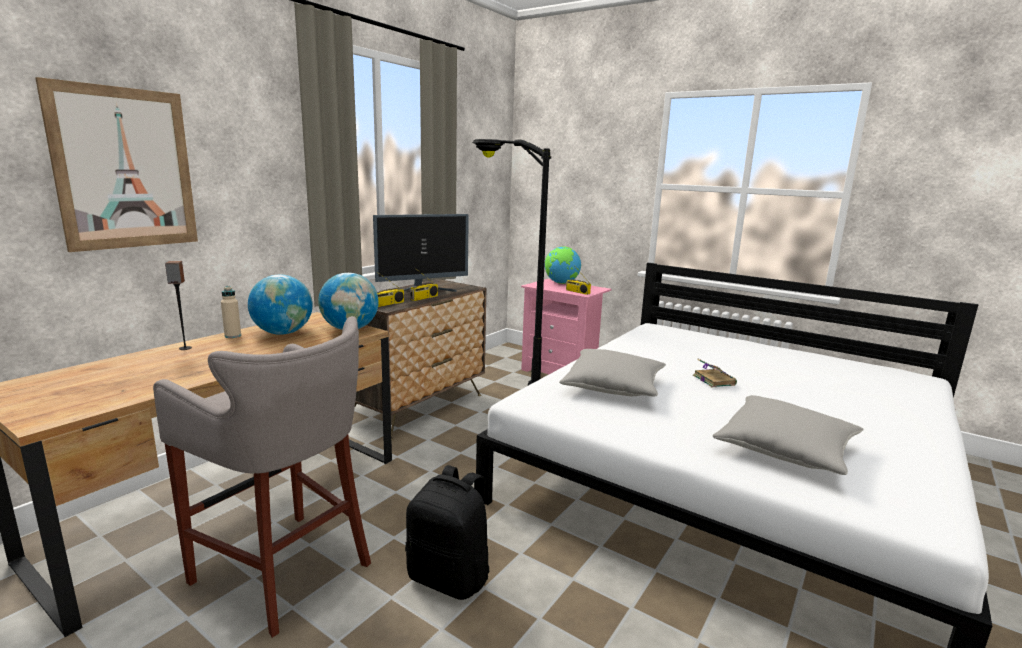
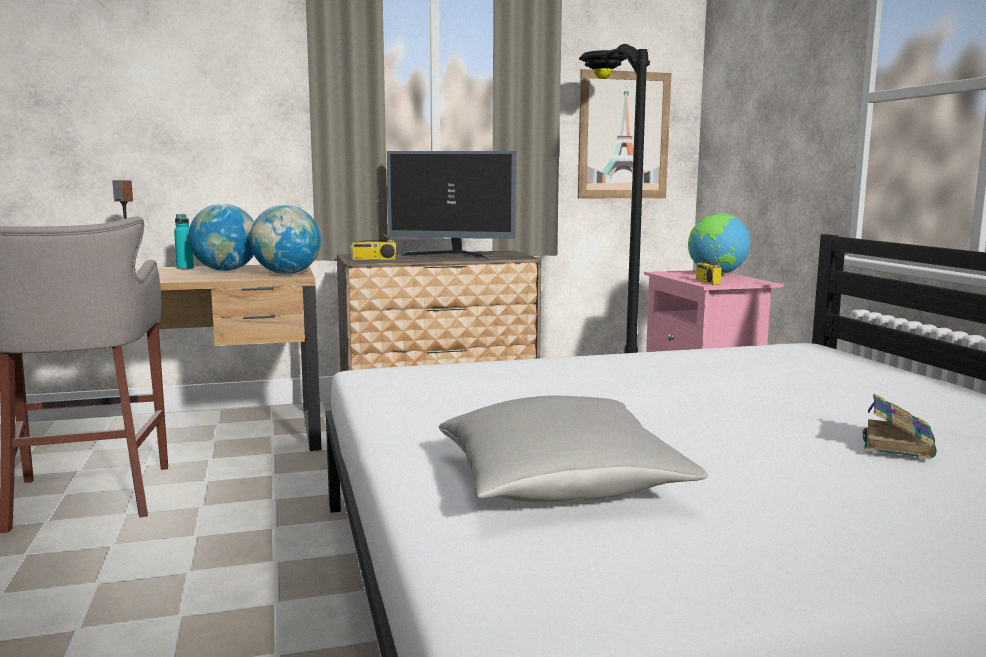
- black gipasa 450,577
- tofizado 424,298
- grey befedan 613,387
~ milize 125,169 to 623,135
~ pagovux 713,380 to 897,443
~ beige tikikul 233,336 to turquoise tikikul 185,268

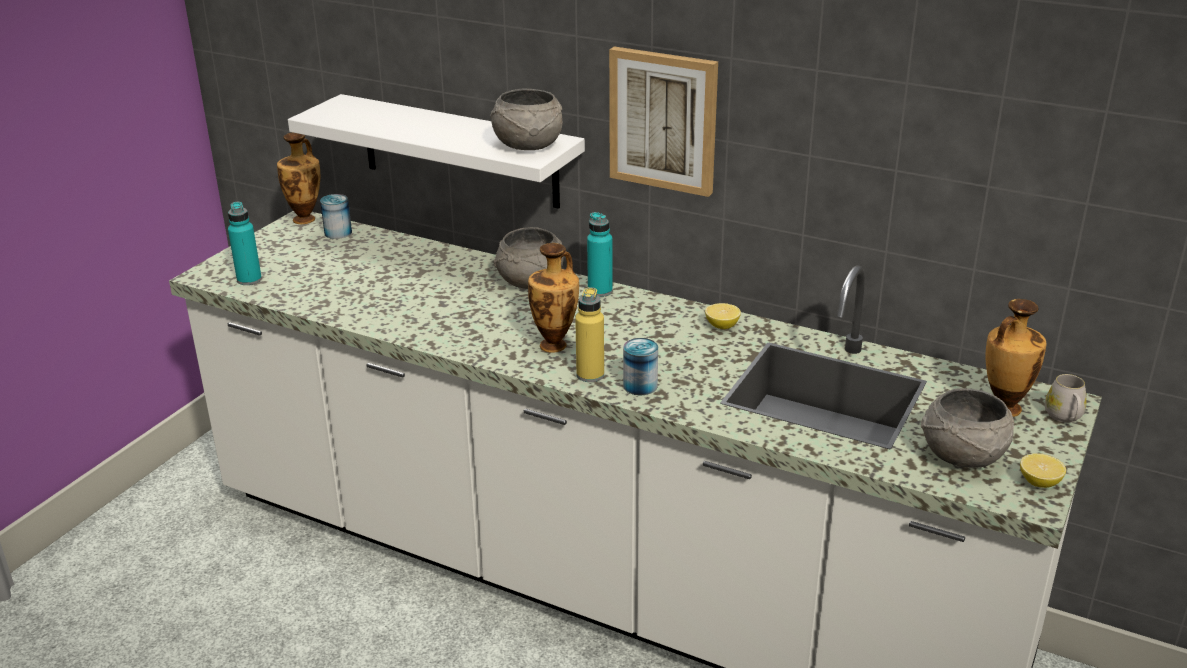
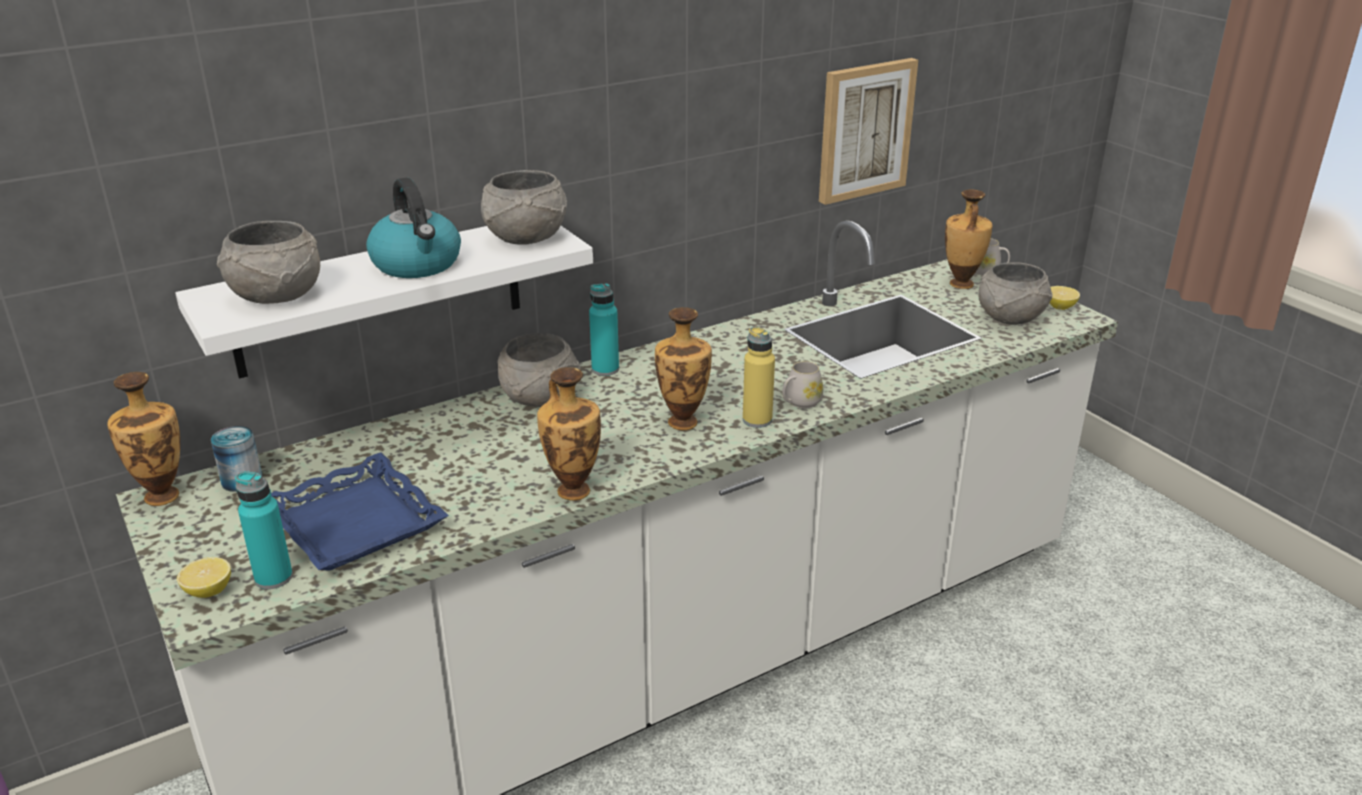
+ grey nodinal 275,296
+ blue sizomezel 356,522
+ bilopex 417,264
+ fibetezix 573,489
~ milize 663,120 to 864,130
~ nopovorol 722,326 to 208,591
~ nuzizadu 640,386 to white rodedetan 799,403

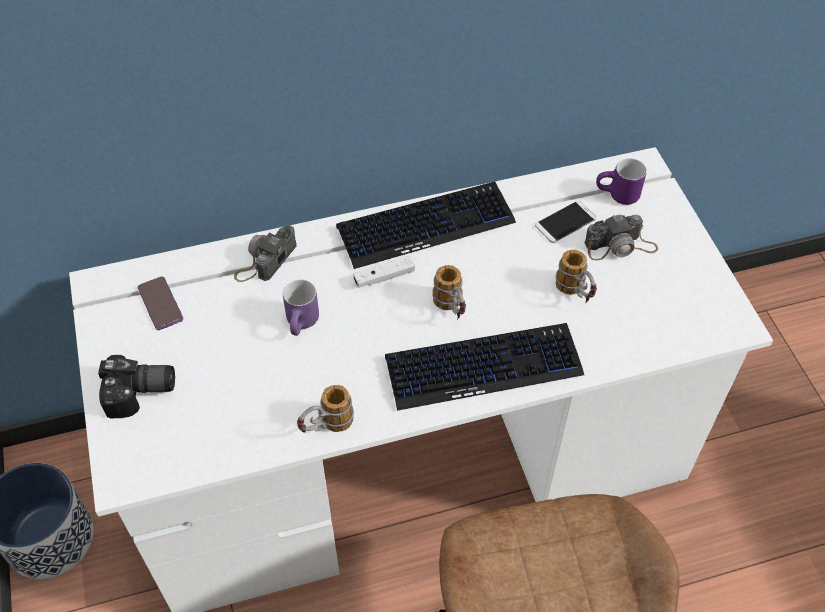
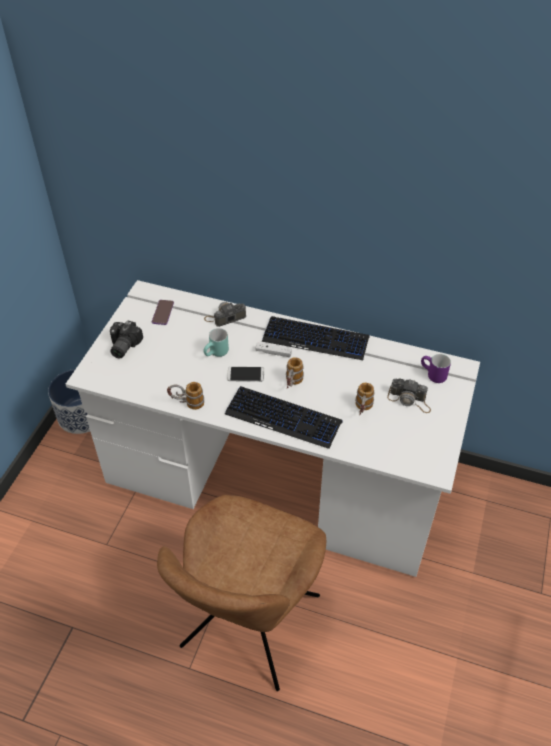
~ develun 565,222 to 245,374
~ purple rodedetan 303,324 to turquoise rodedetan 217,354
~ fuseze 140,394 = 122,346 75 degrees clockwise

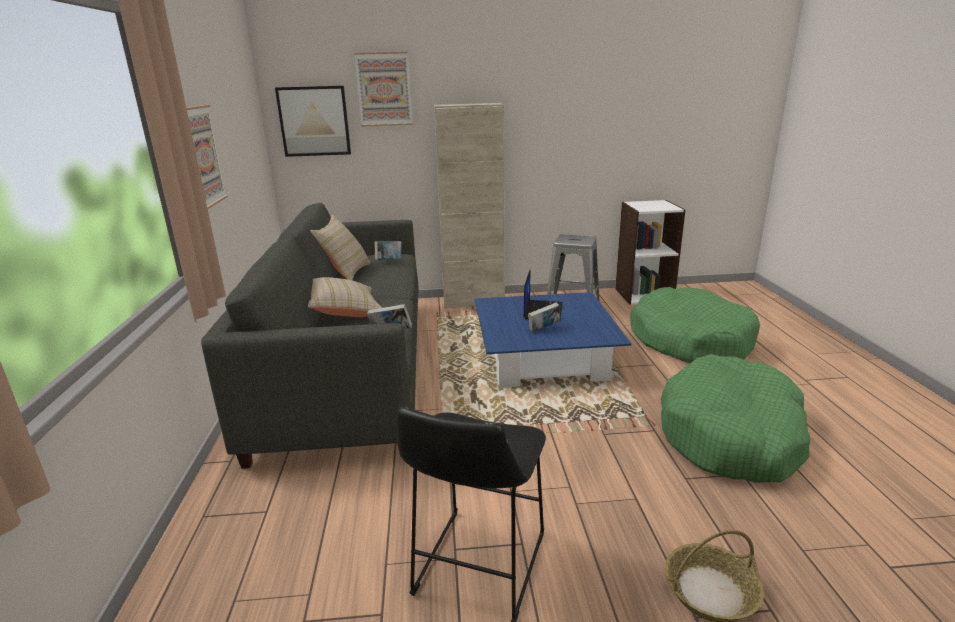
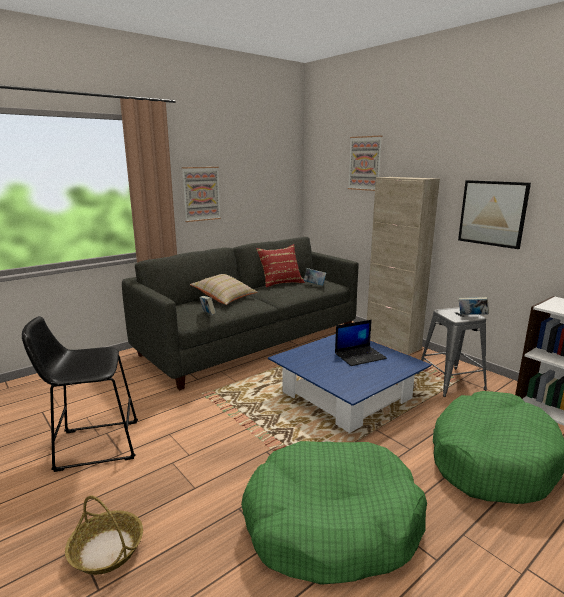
~ milize 314,121 to 492,213
~ pagovux 543,329 to 472,316
~ beige befedan 345,272 to red befedan 280,282

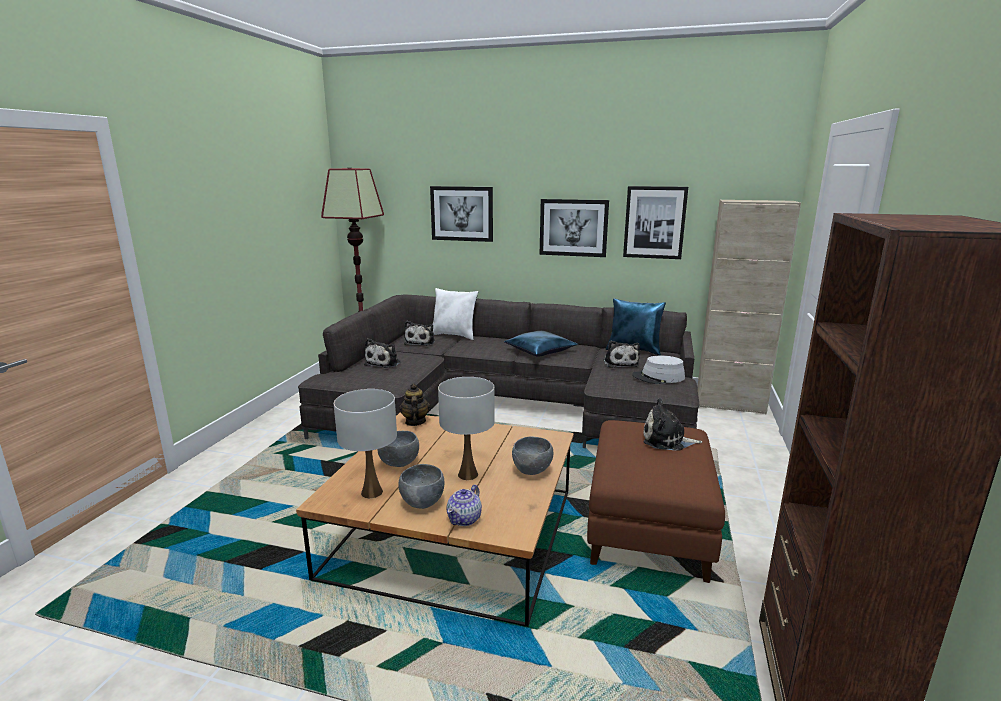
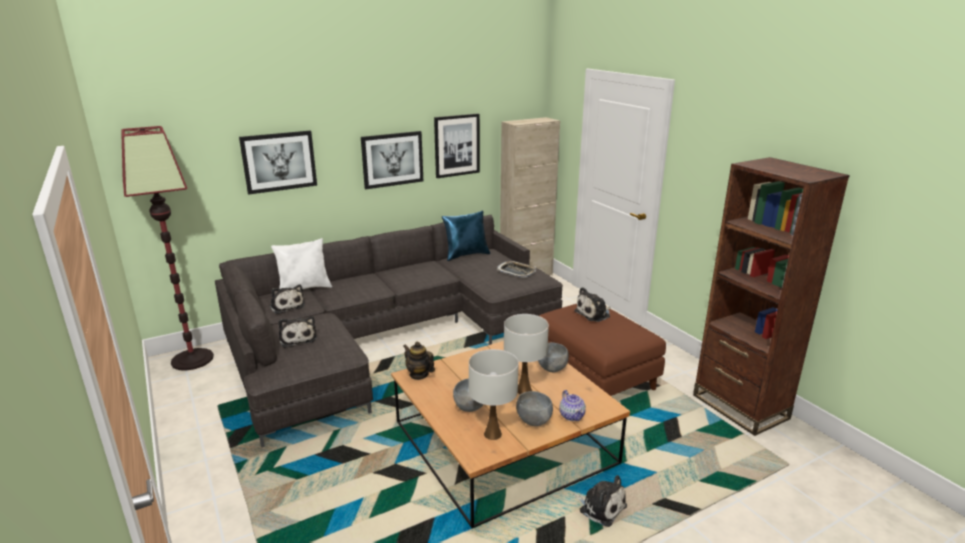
- blue befedan 539,350
~ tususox 620,363 to 600,507
~ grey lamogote 658,377 to sizomezel 516,272

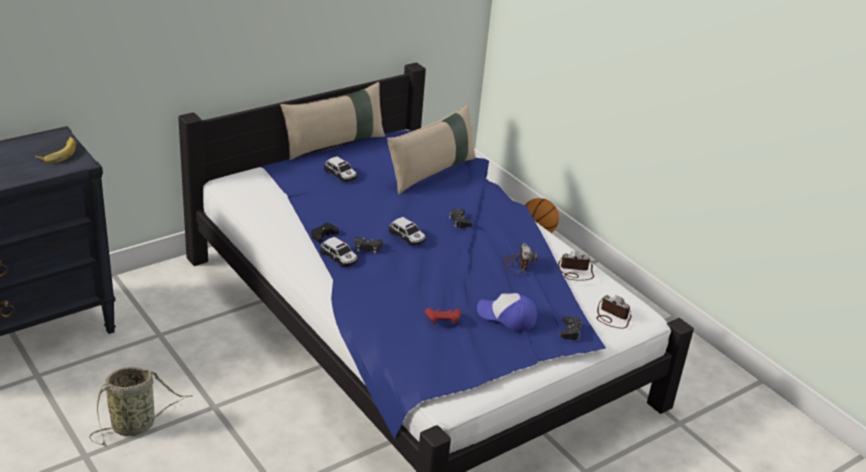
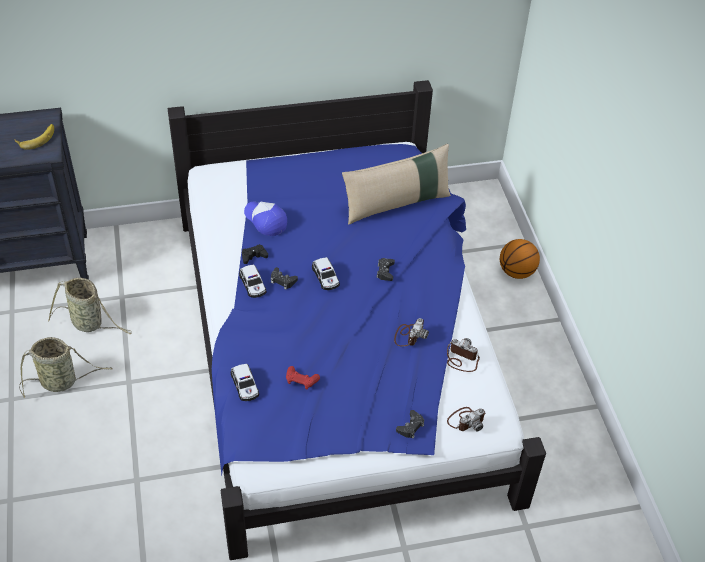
- beige befedan 334,144
+ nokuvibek 89,323
~ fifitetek 340,174 to 245,385
~ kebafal 507,316 to 265,220
~ fuseze 612,317 = 466,420 90 degrees clockwise

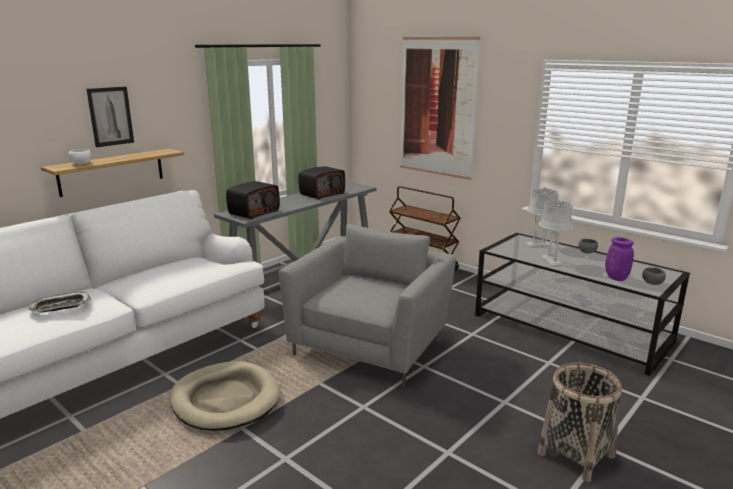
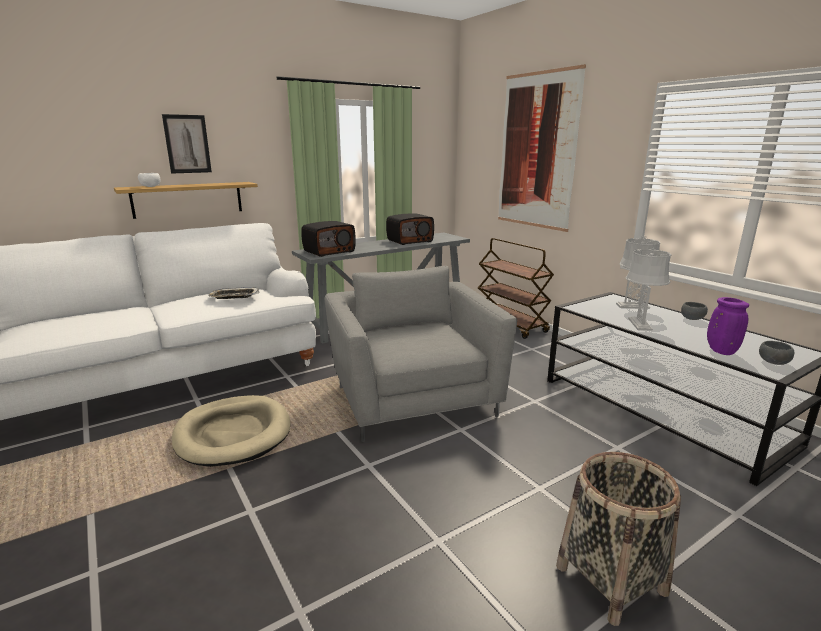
~ sizomezel 60,307 to 234,297
~ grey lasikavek 371,345 = 413,399 60 degrees counterclockwise

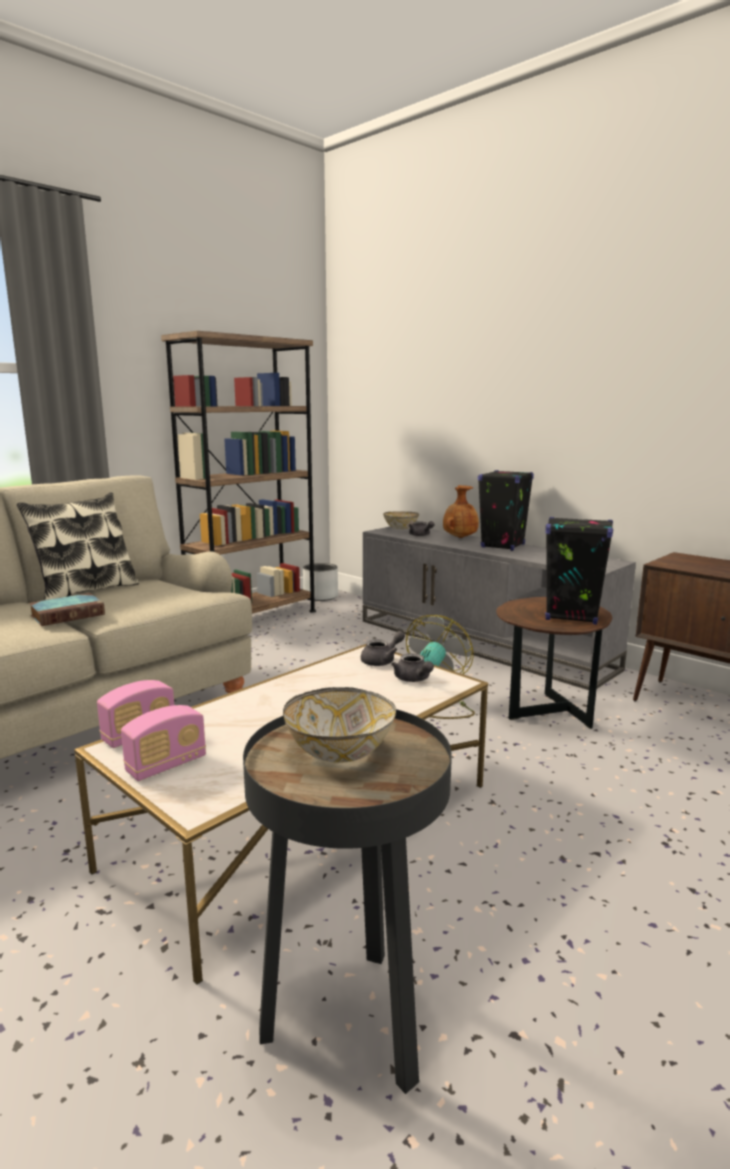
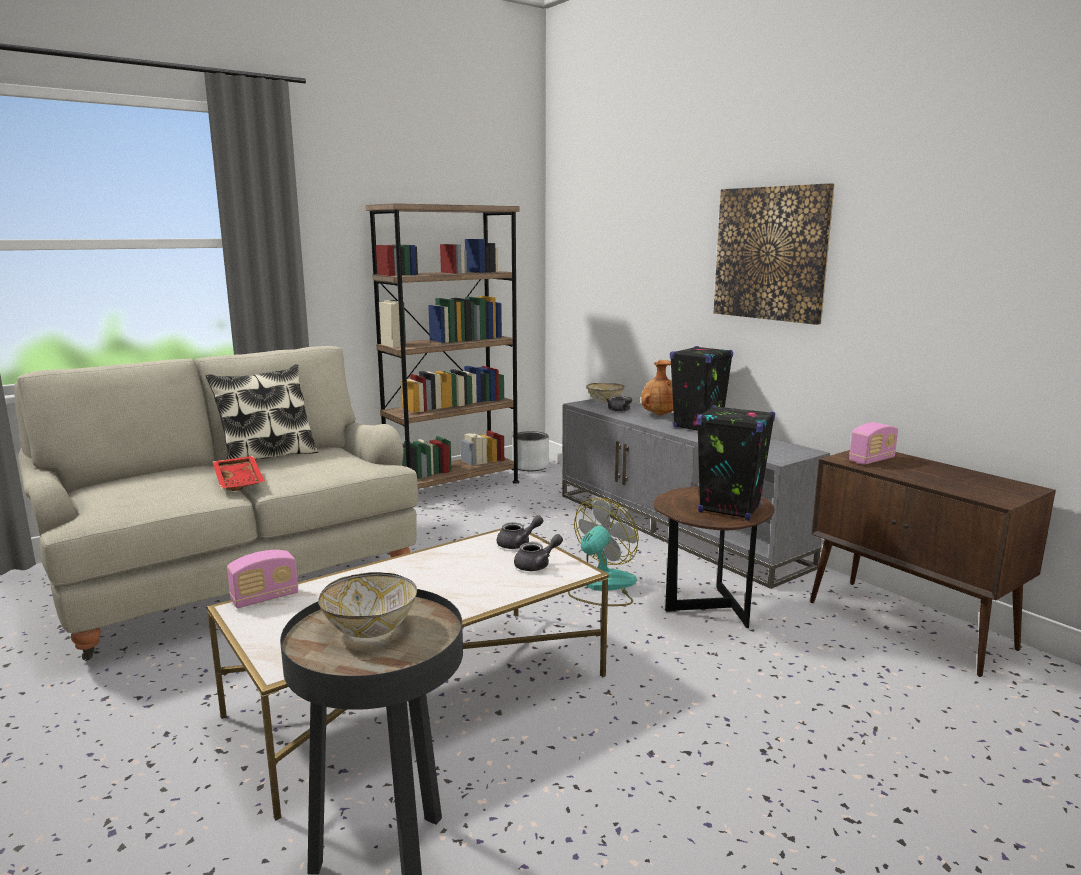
+ milize 771,253
~ tofizado 166,765 to 871,460
~ pagovux 69,614 to red sizomezel 240,481
~ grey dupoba 413,679 = 537,565 105 degrees counterclockwise

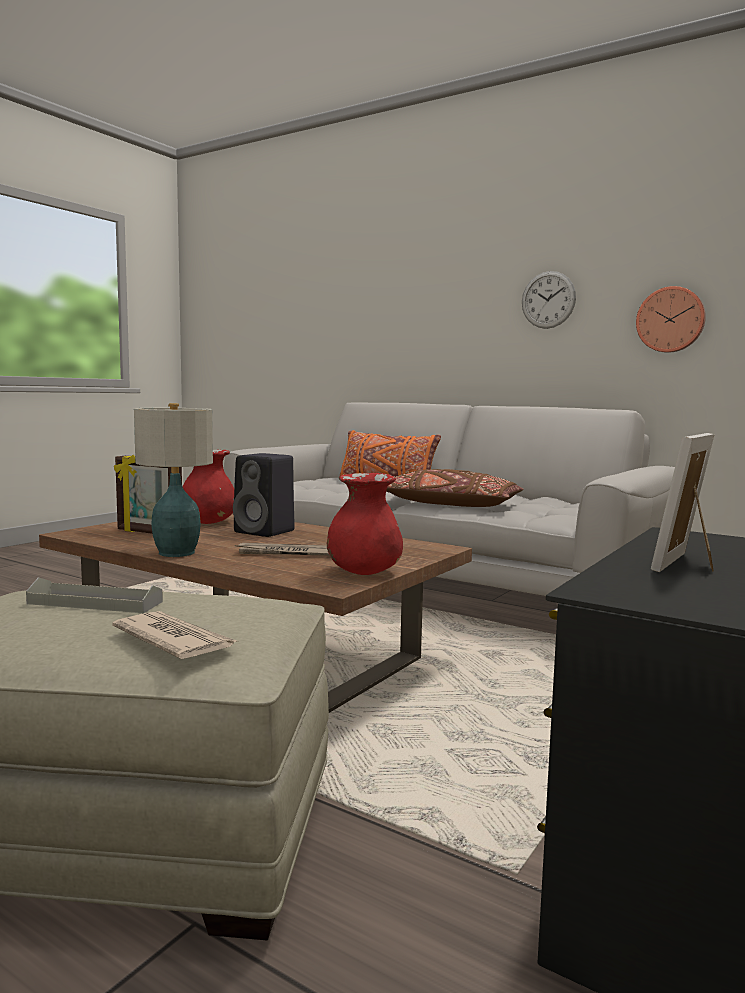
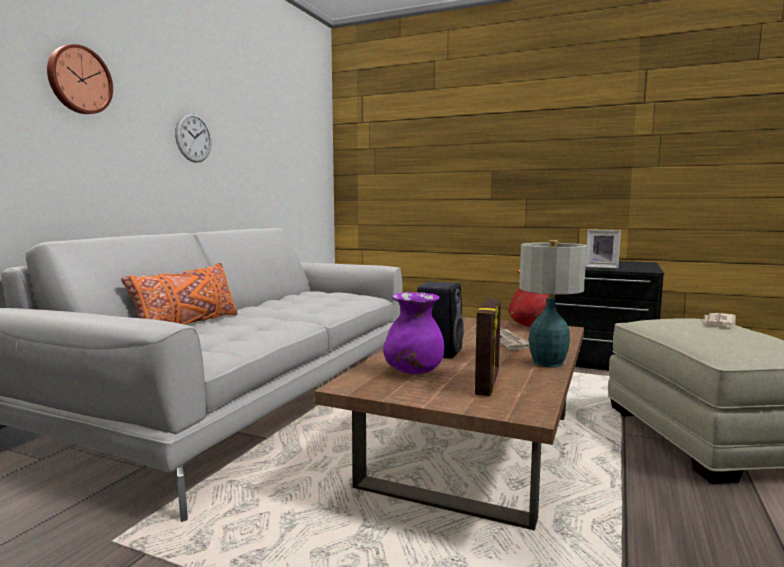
- grey sizomezel 95,602
- brown befedan 449,504
~ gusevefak 670,320 to 79,80
~ red fibetezix 209,522 to purple fibetezix 413,372

